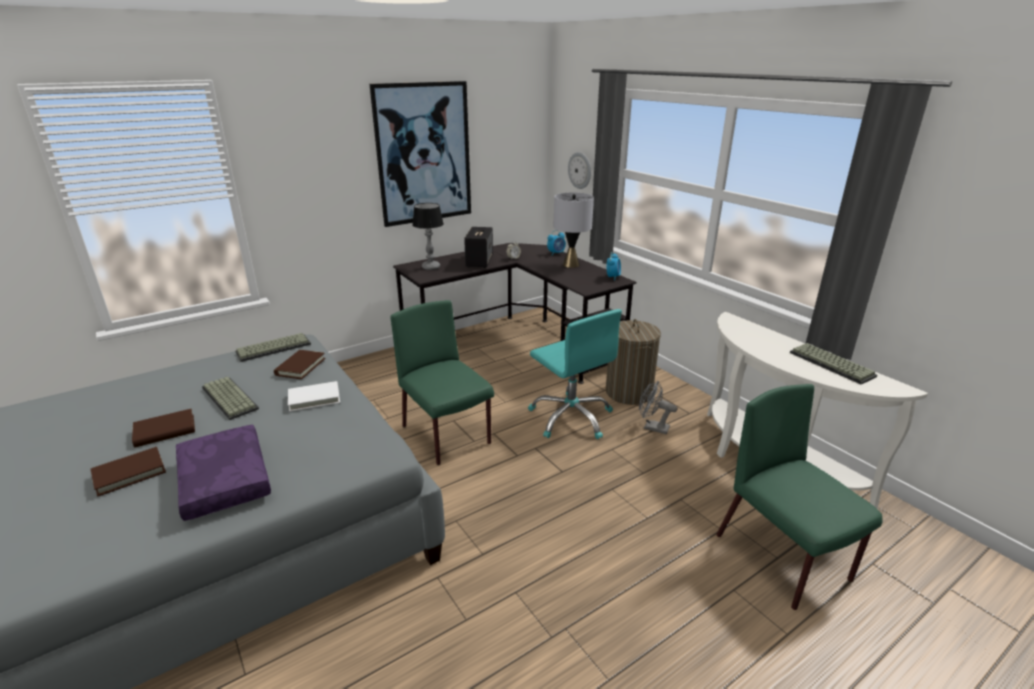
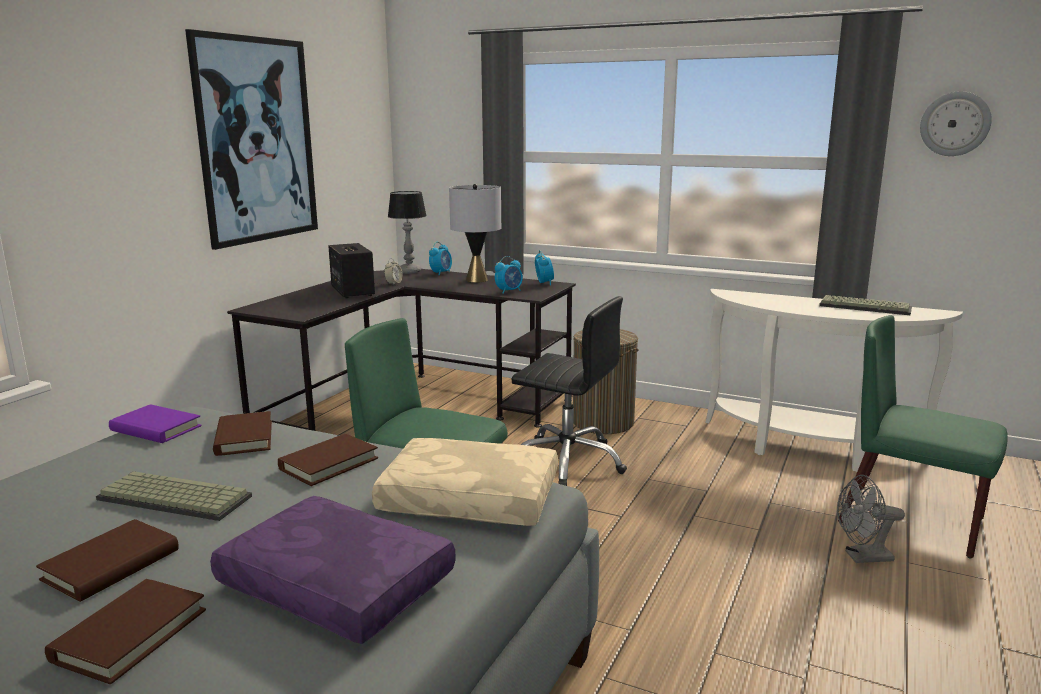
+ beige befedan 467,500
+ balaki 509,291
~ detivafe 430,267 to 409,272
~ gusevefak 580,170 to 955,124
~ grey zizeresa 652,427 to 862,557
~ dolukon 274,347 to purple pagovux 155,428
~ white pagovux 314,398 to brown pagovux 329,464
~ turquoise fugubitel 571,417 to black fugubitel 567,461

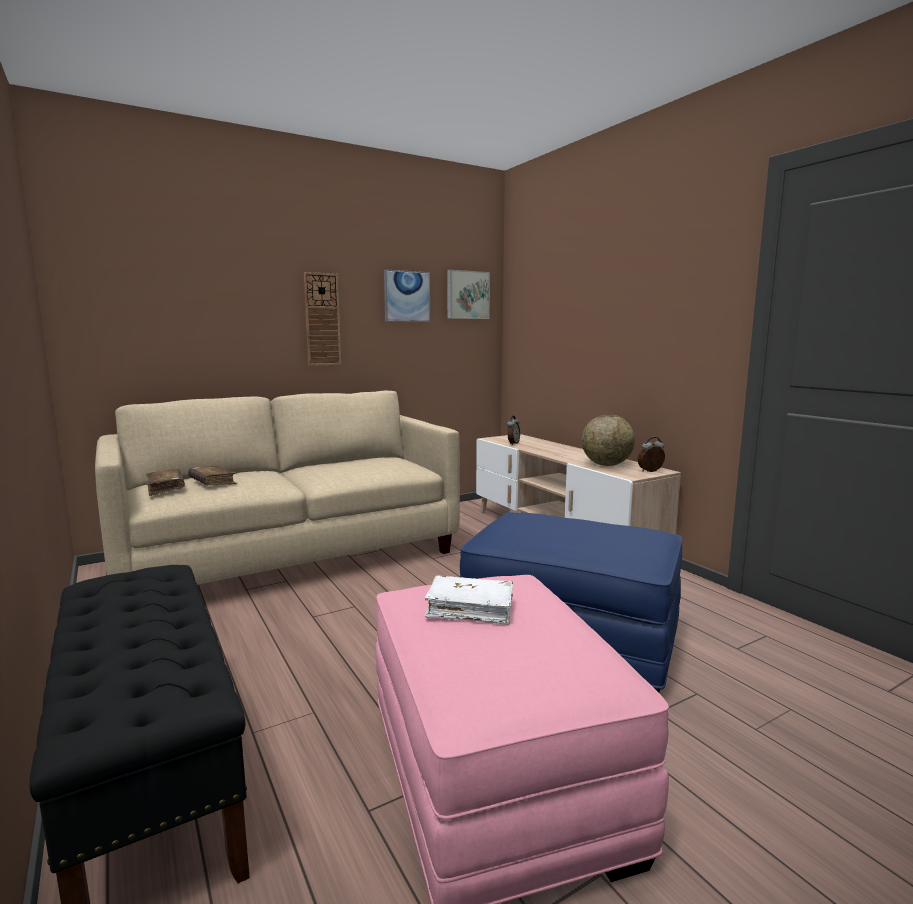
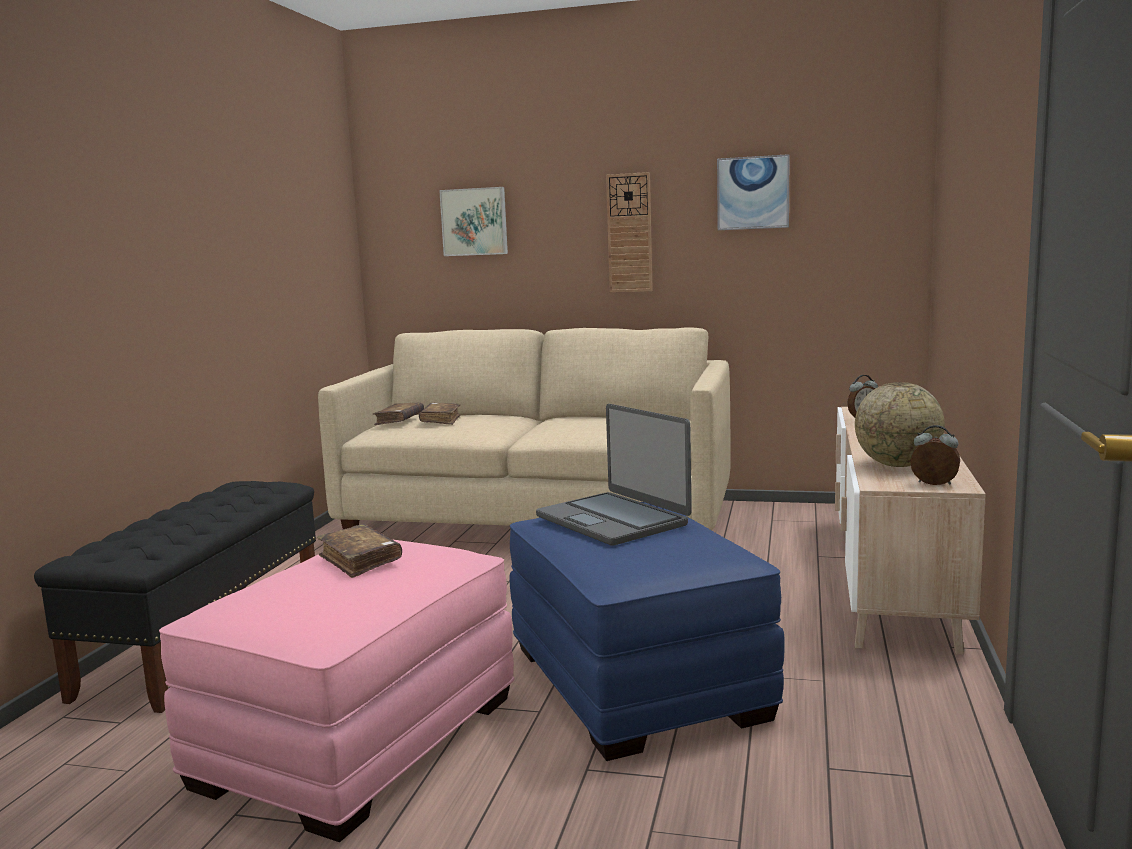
+ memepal 613,520
~ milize 467,295 to 475,222
~ white pagovux 470,609 to brown pagovux 360,560

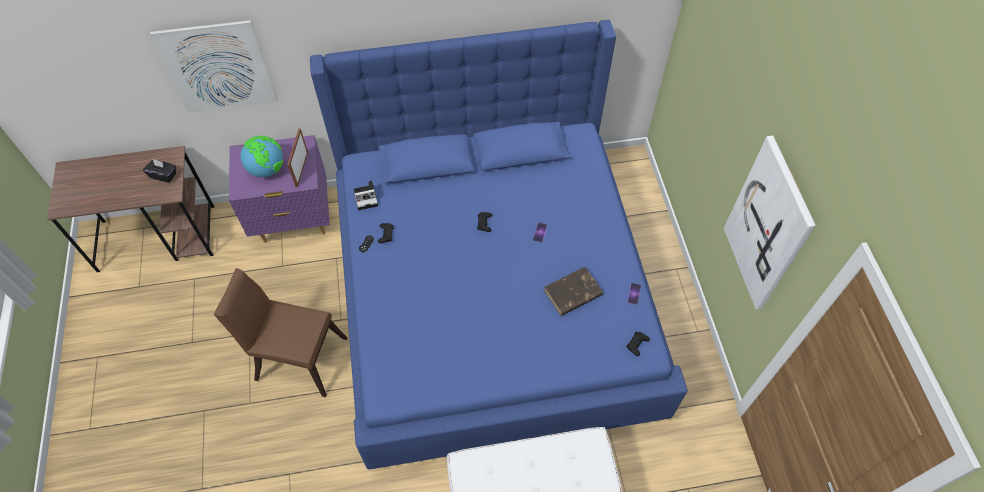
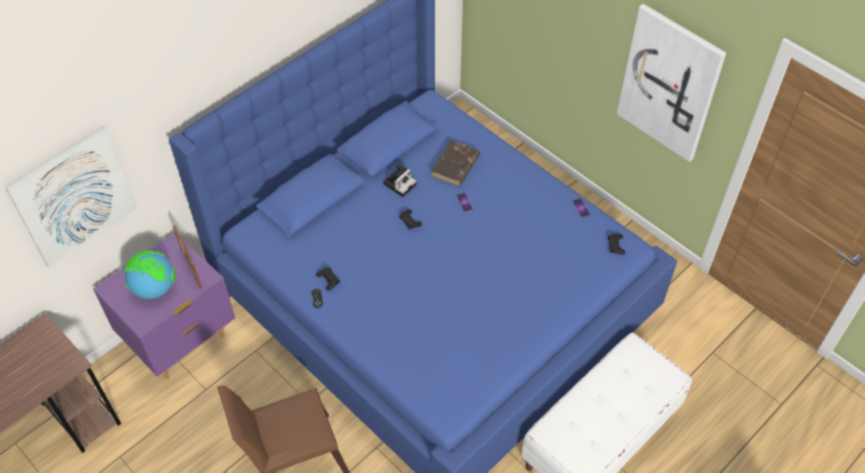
- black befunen 163,175
~ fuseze 367,197 to 400,183
~ brown pagovux 572,293 to 455,166

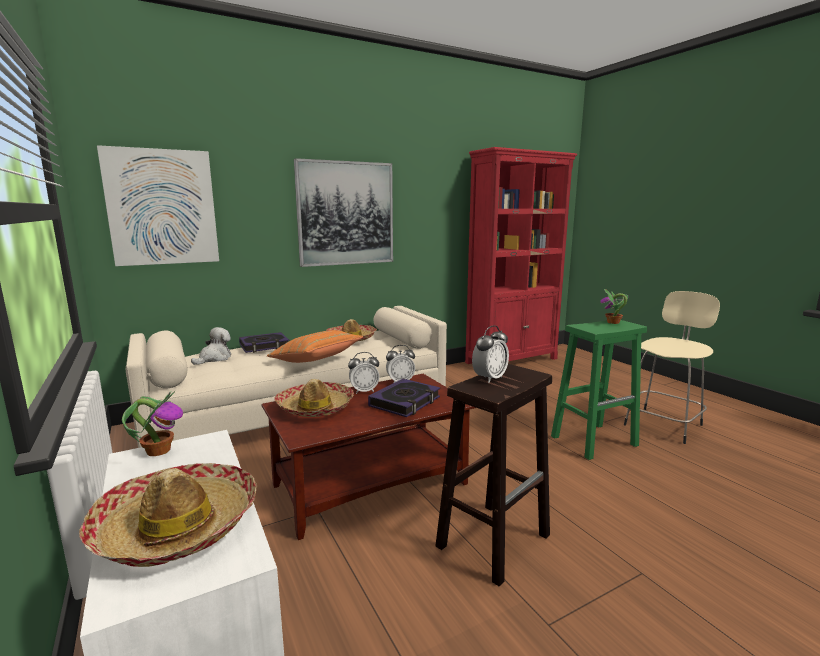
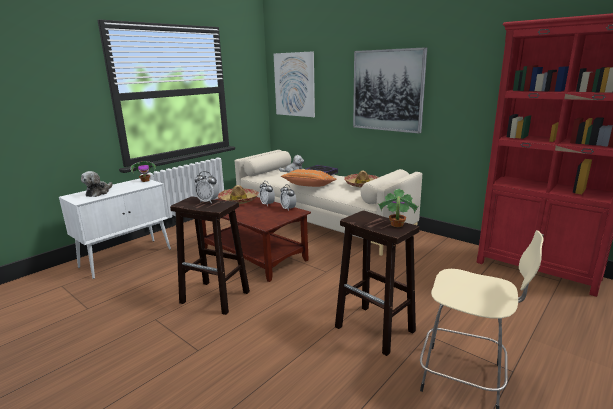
- pagovux 405,402
~ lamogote 177,526 to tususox 98,193
~ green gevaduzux 594,440 to brown gevaduzux 376,329

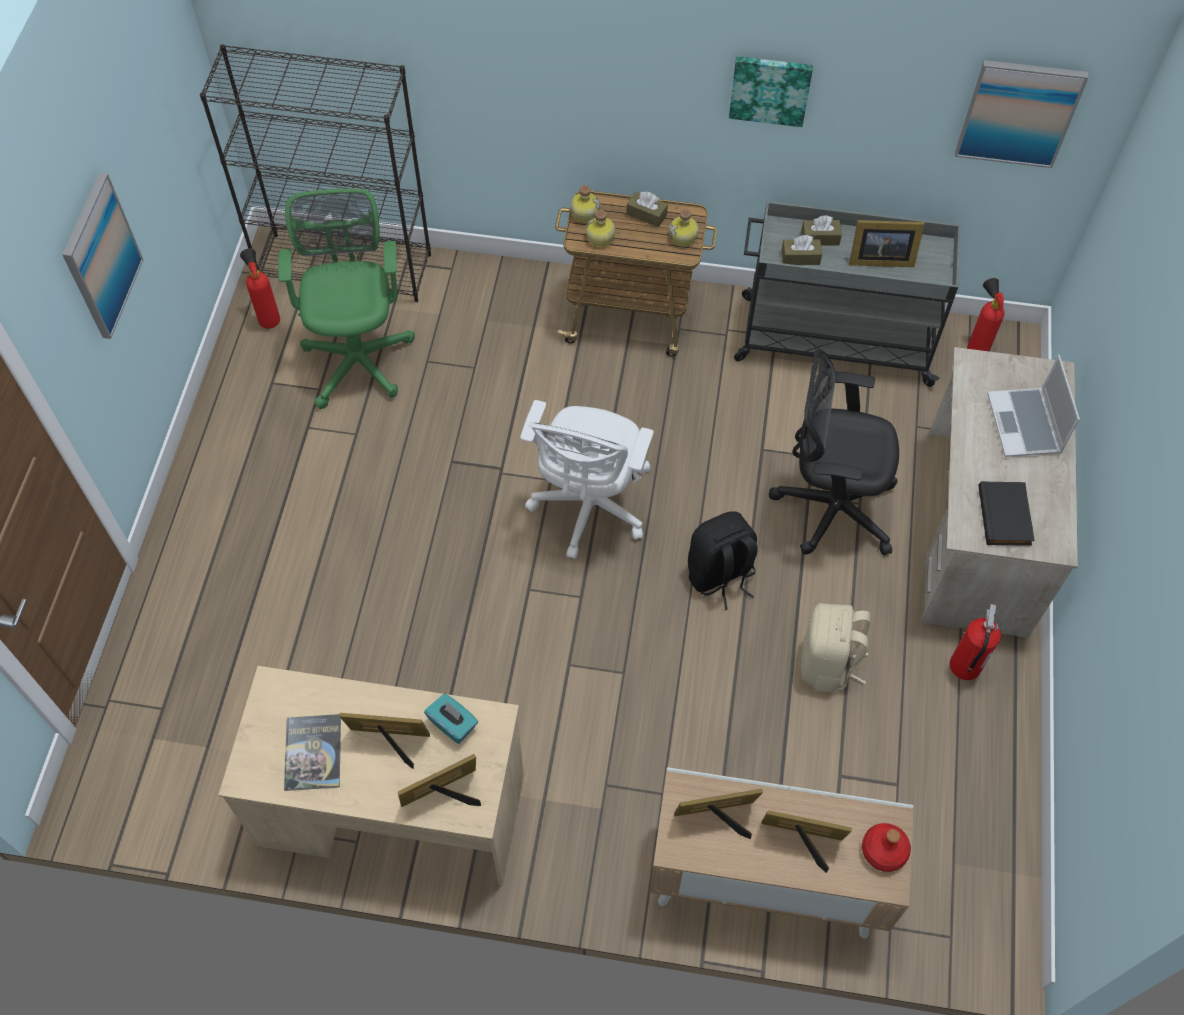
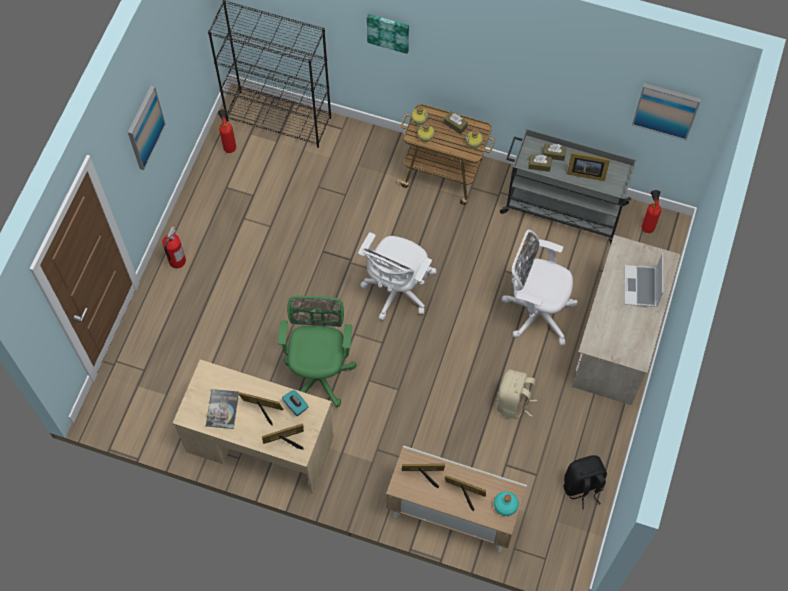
- black pagovux 1006,516
~ green fugubitel 358,356 to 319,373
~ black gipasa 720,575 to 583,486
~ milize 770,89 to 388,32
~ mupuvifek 964,666 to 176,261
~ black fugubitel 829,507 to white fugubitel 535,311
~ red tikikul 883,851 to turquoise tikikul 505,505

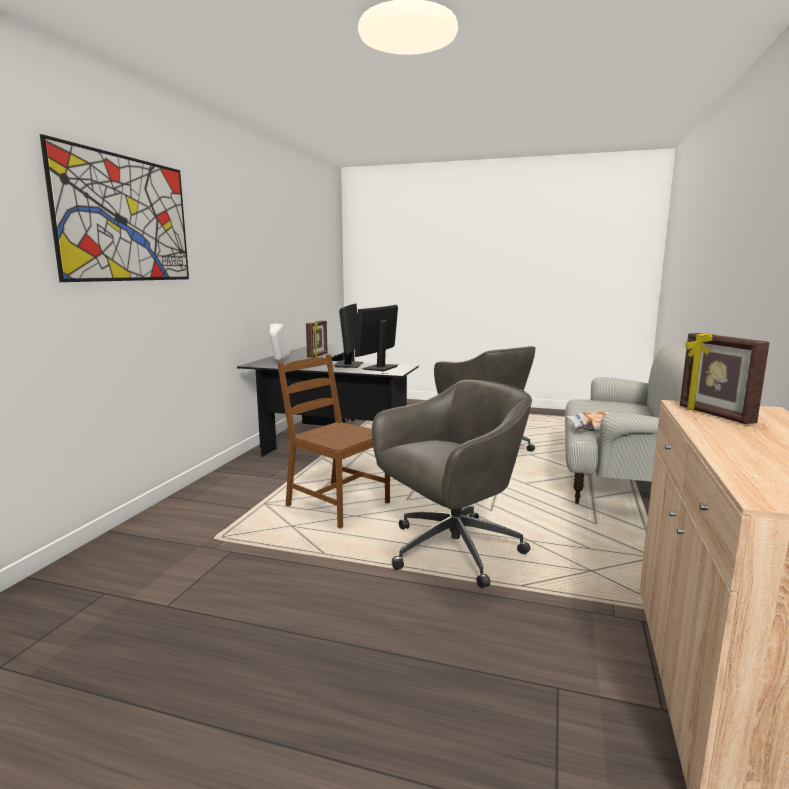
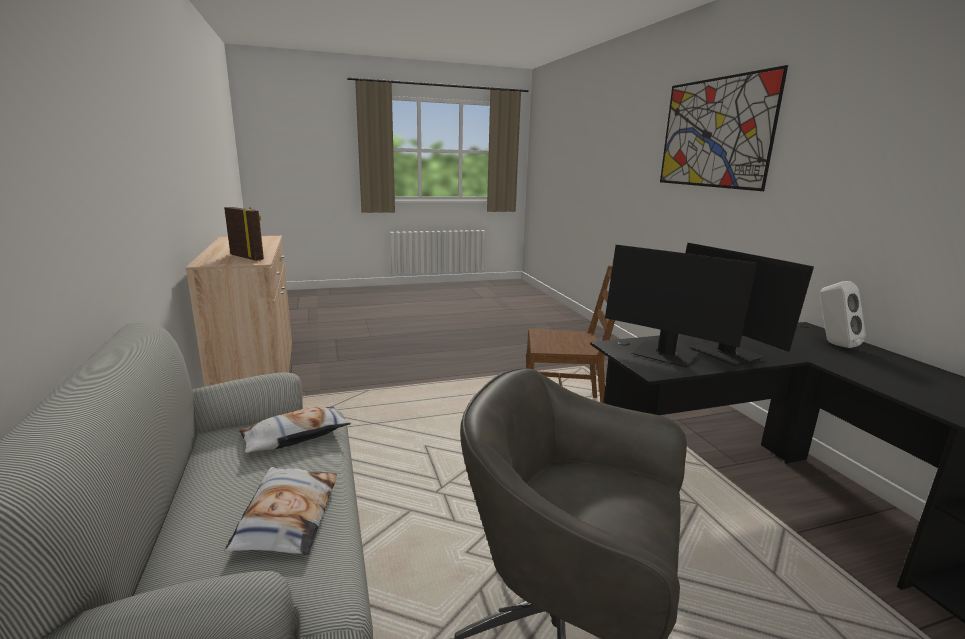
- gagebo 318,355
- grey fugubitel 450,550
+ befedan 287,517
~ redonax 380,368 = 665,355 135 degrees clockwise

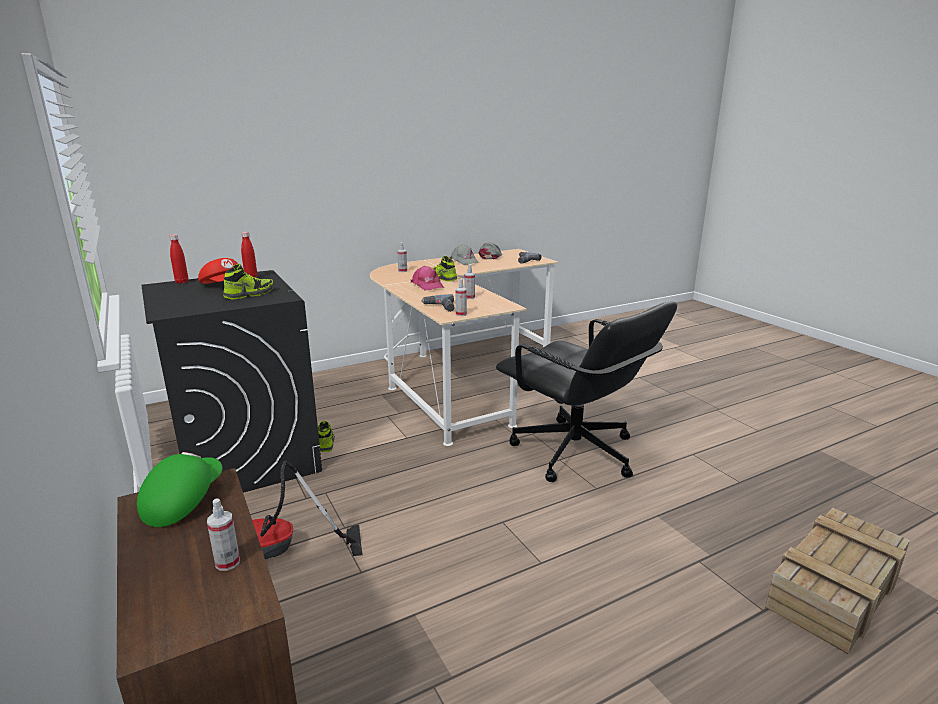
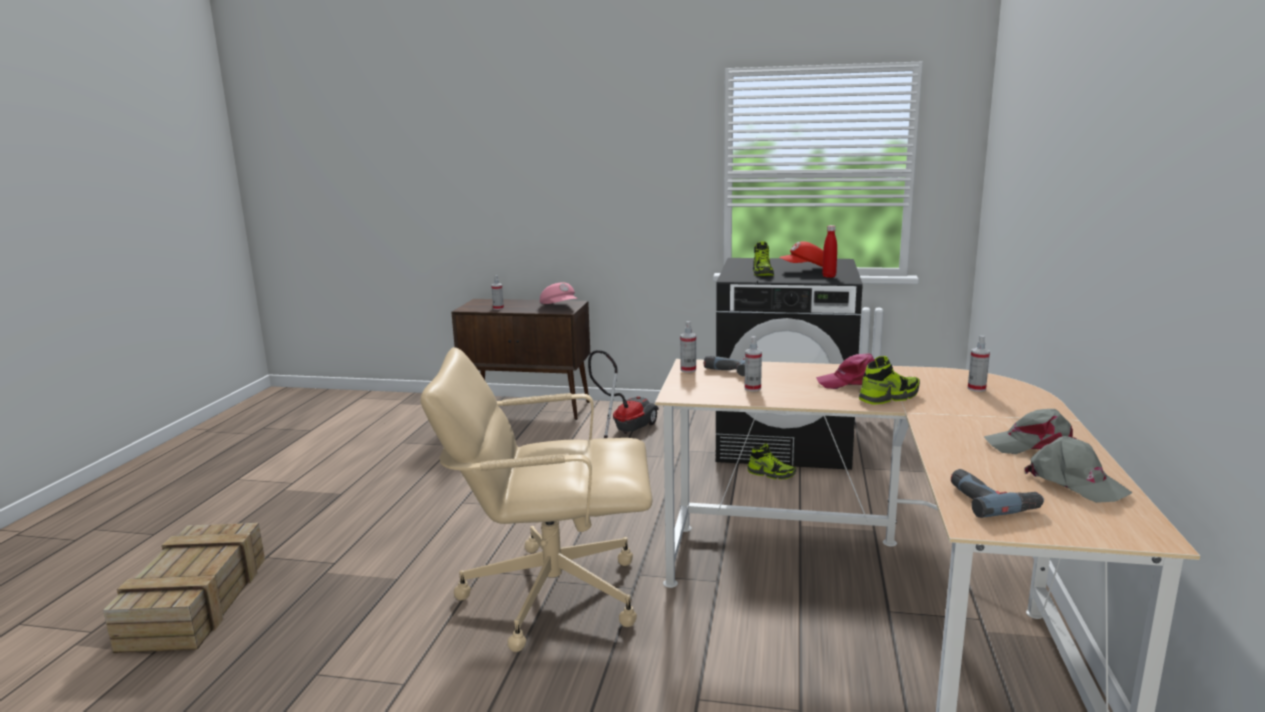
- red tikikul 182,282
~ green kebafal 183,501 to pink kebafal 560,306
~ black fugubitel 575,453 to beige fugubitel 550,594

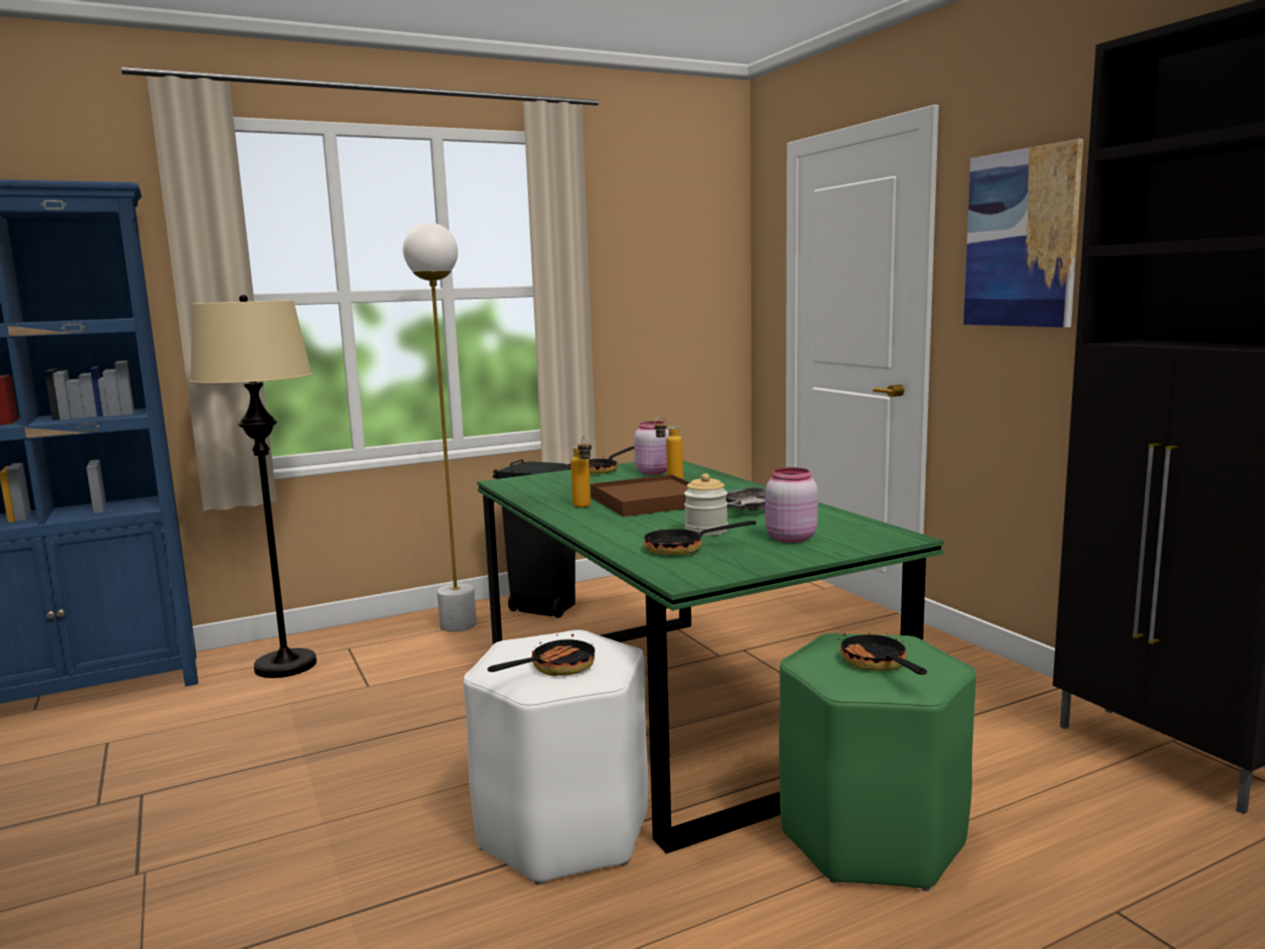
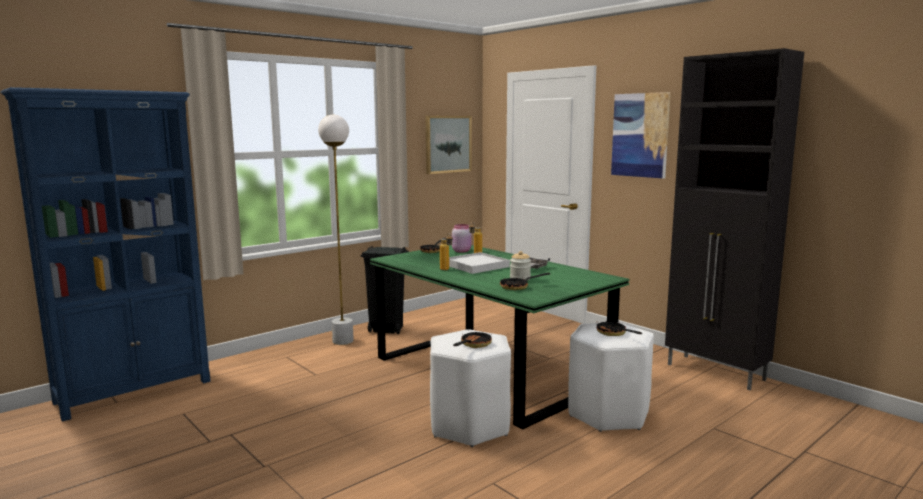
- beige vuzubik 286,665
- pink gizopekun 789,538
+ milize 447,144
~ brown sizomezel 649,501 to white sizomezel 476,266
~ green gevaduzux 871,839 to white gevaduzux 608,414

